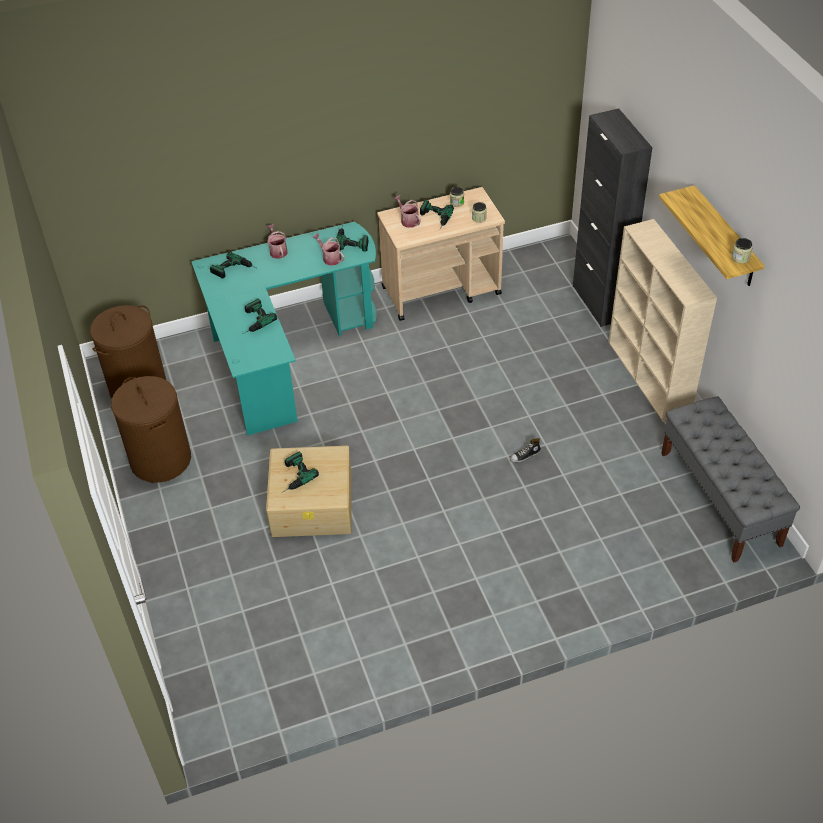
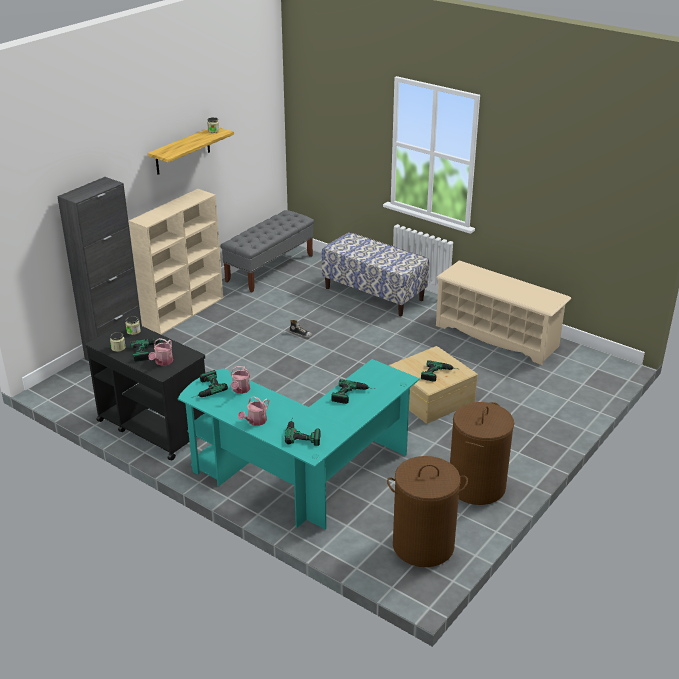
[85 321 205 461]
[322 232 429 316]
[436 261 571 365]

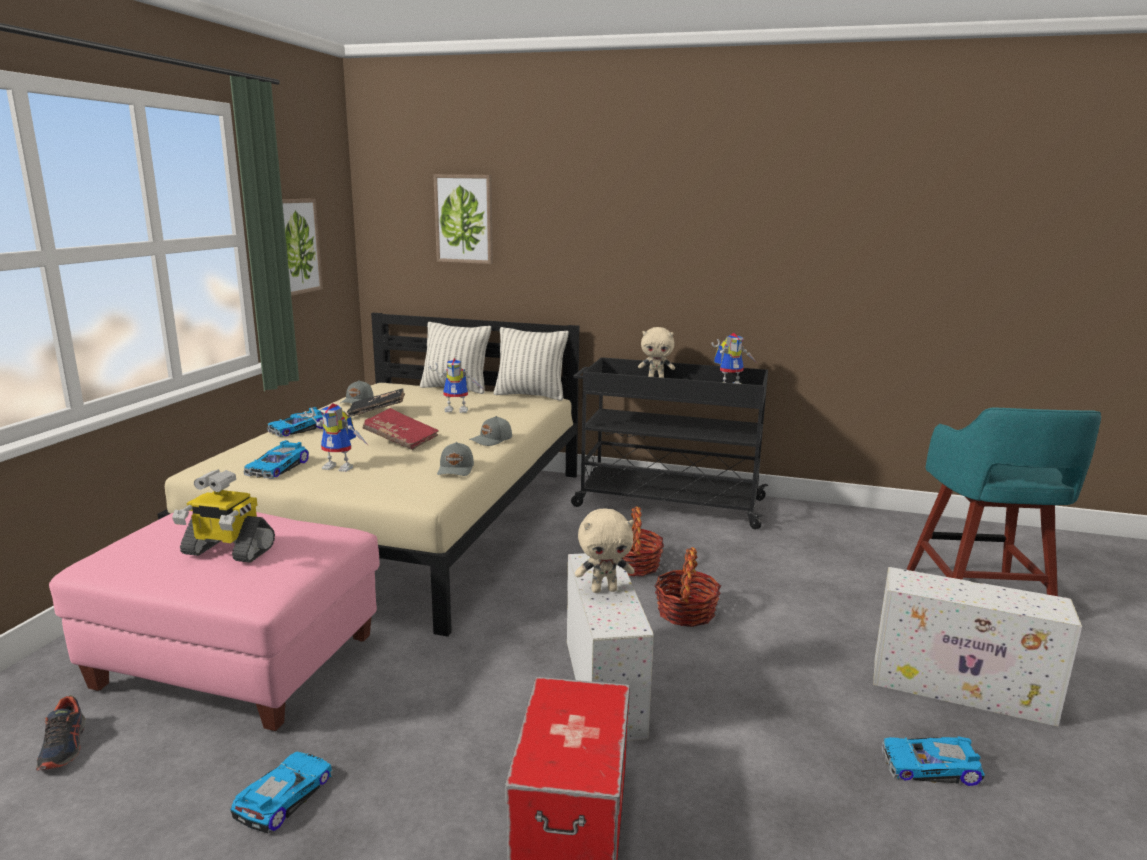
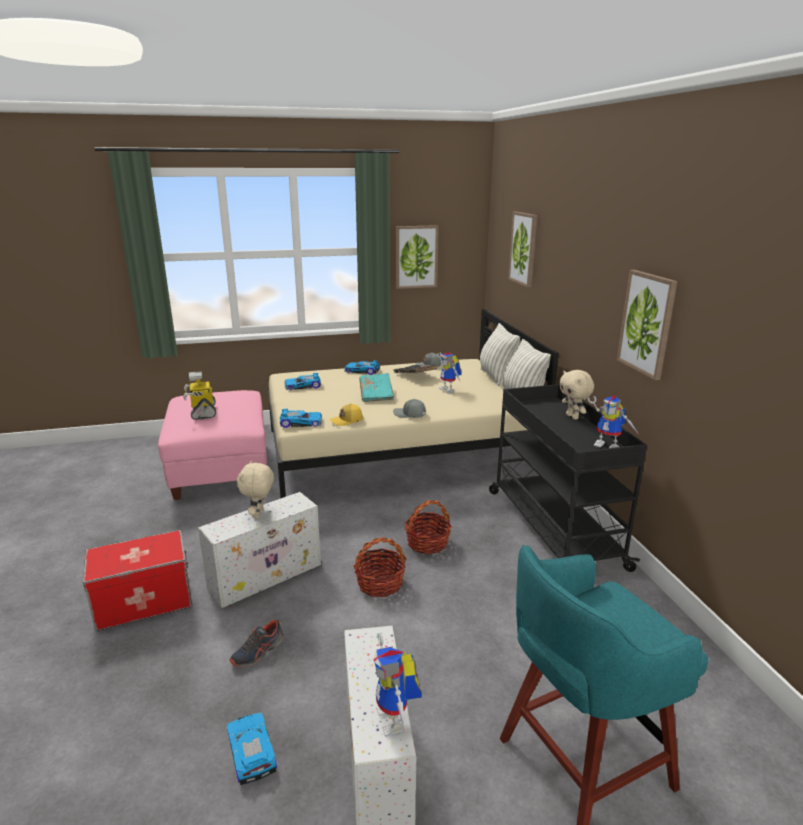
[229 620 284 667]
[280 409 322 428]
[373 632 422 737]
[359 373 394 402]
[329 403 363 426]
[237 460 274 519]
[617 270 678 380]

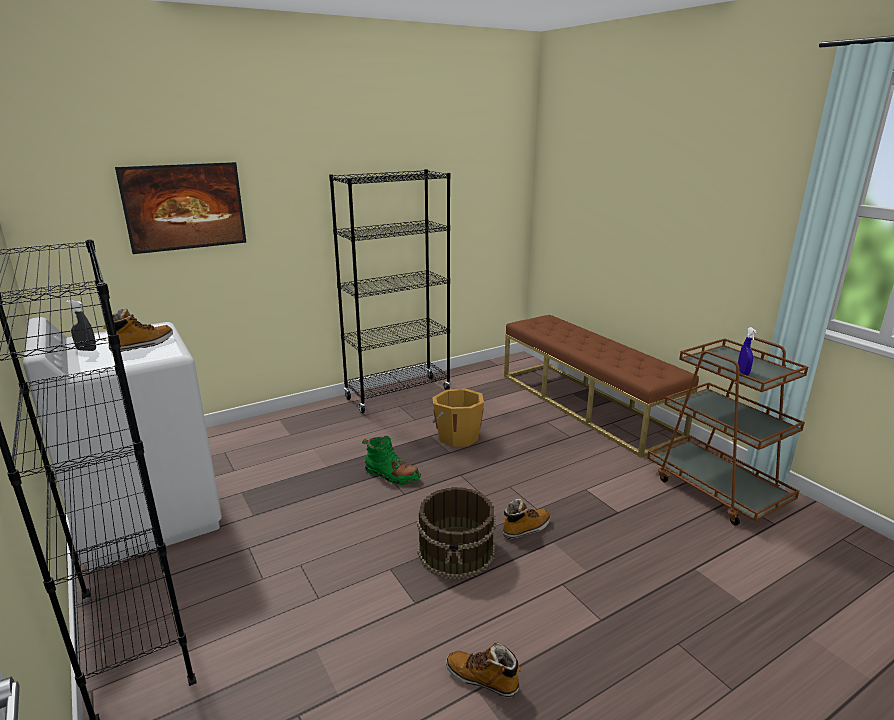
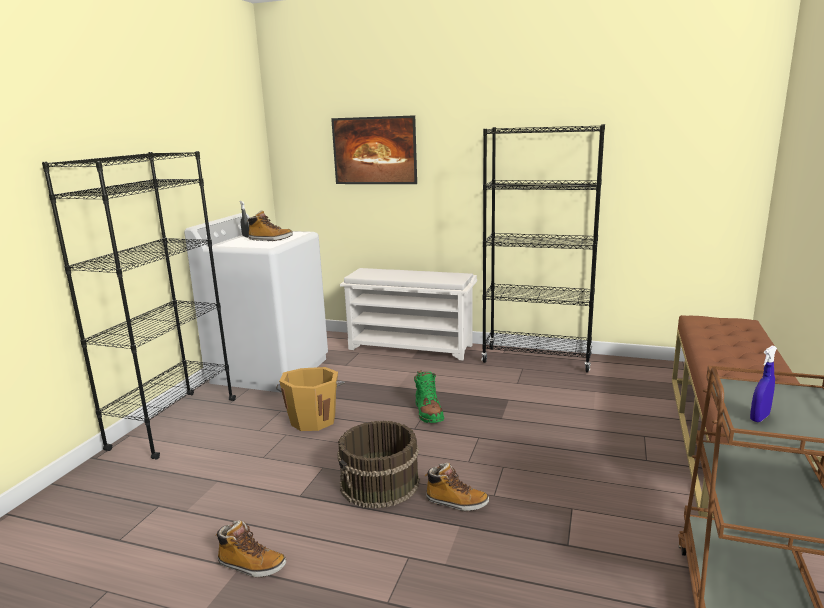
[276 367 345 431]
[215 520 286 578]
[340 268 477 361]

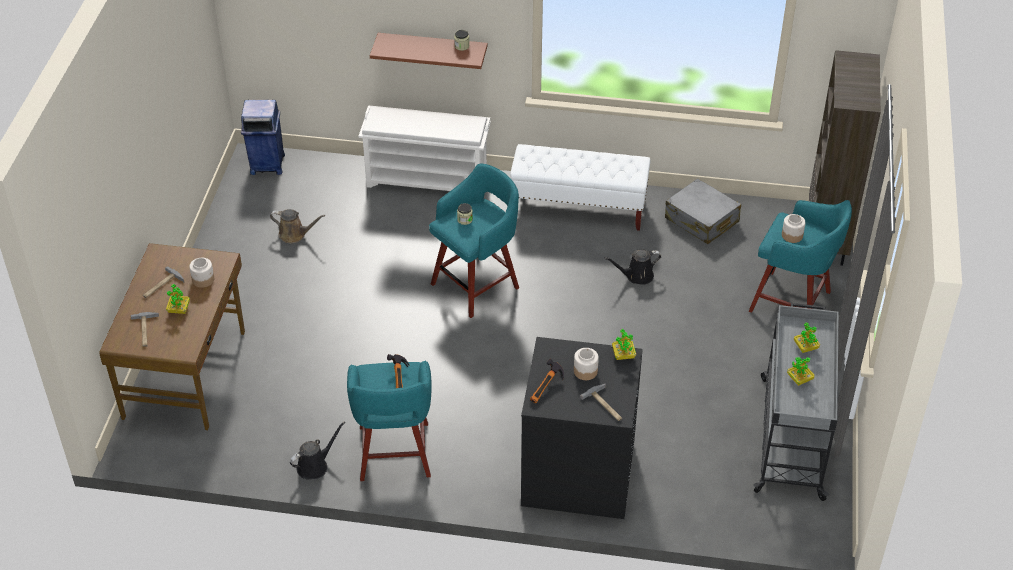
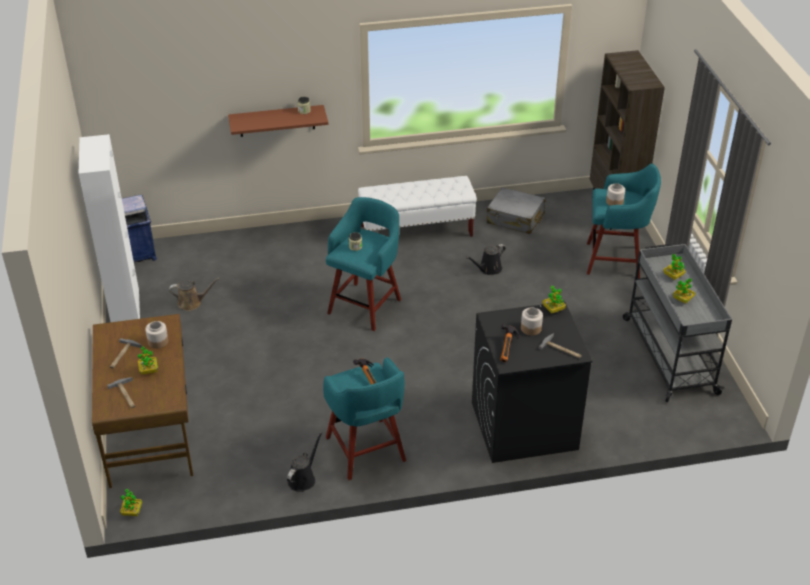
[358 106 491 191] (first image)
[78 134 140 322]
[120 489 142 516]

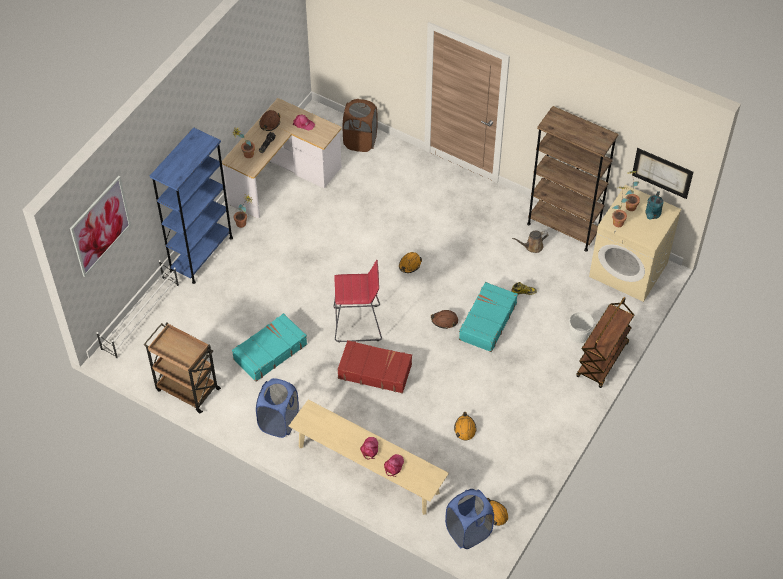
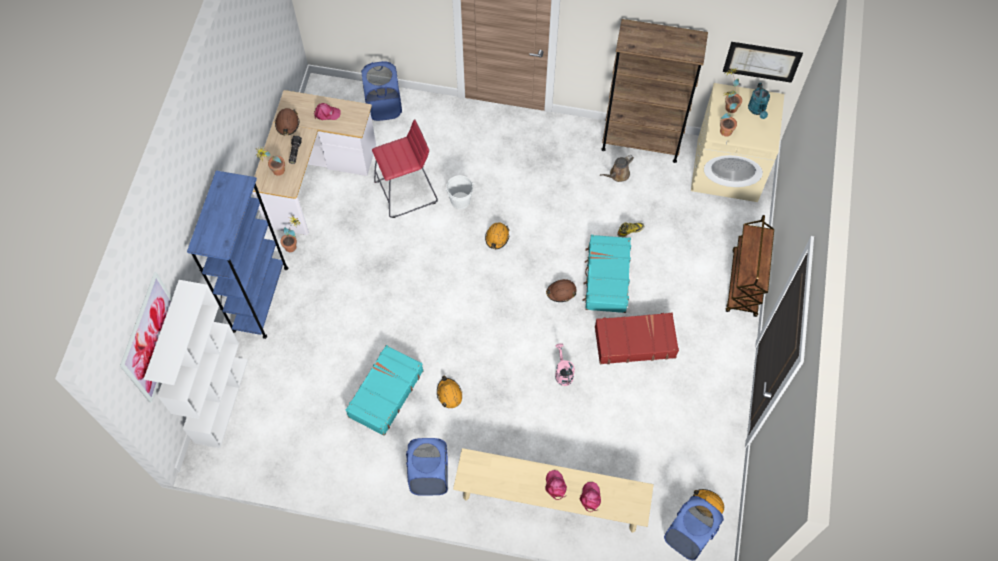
[144 280 248 448]
[143 323 221 413] (first image)
[372 119 438 218]
[595 313 679 364]
[361 61 402 121]
[437 376 462 408]
[445 175 475 209]
[555 343 575 386]

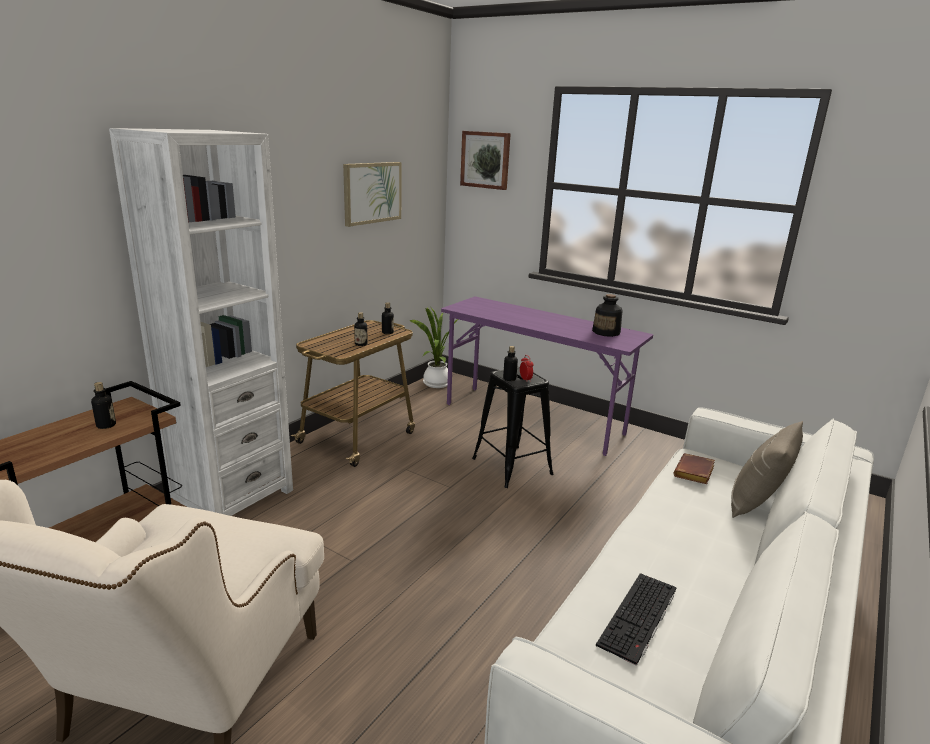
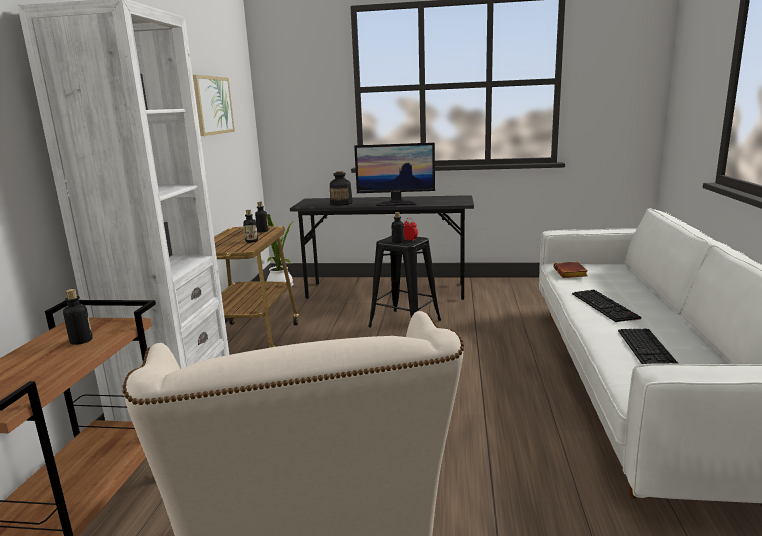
[290 195 474 300]
[460 131 511 190] (first image)
[330 171 353 206]
[731 421 803 518] (first image)
[354 143 435 206]
[572 290 641 322]

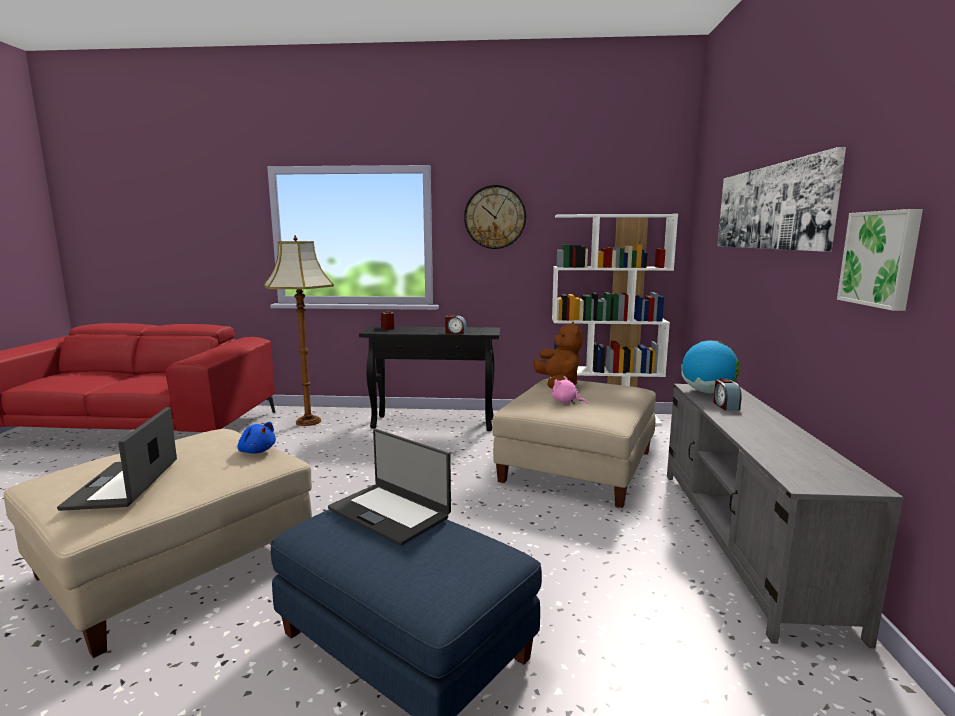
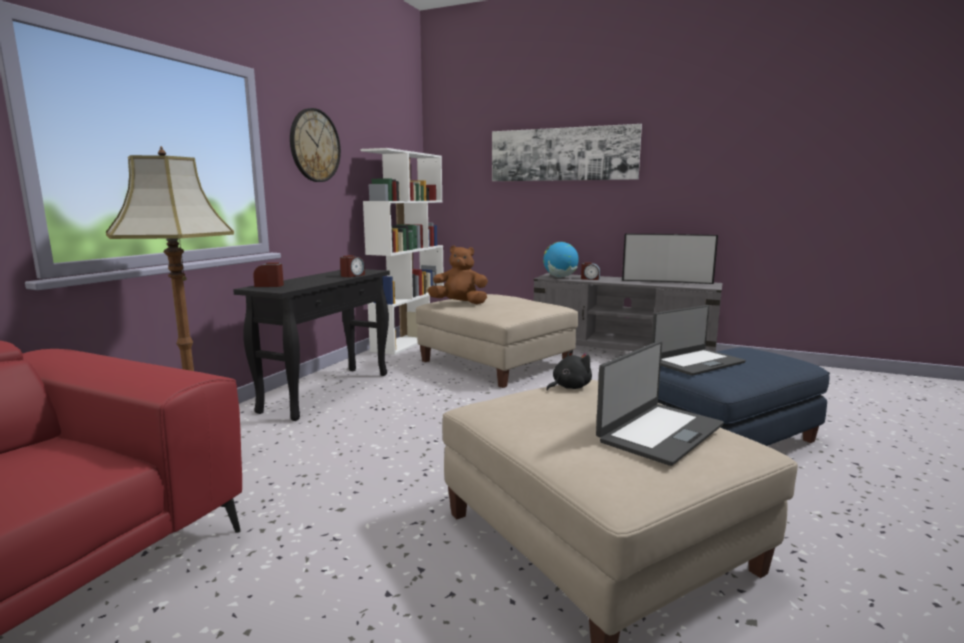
[596 341 724 466]
[546 350 592 391]
[552 376 587 404] (first image)
[837 209 923 311] (first image)
[622 234 718 284]

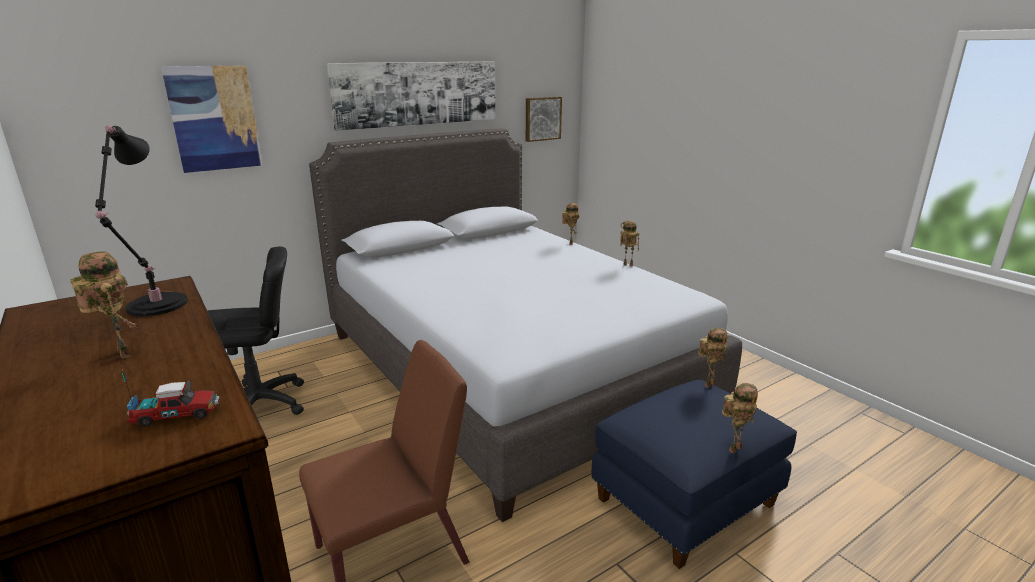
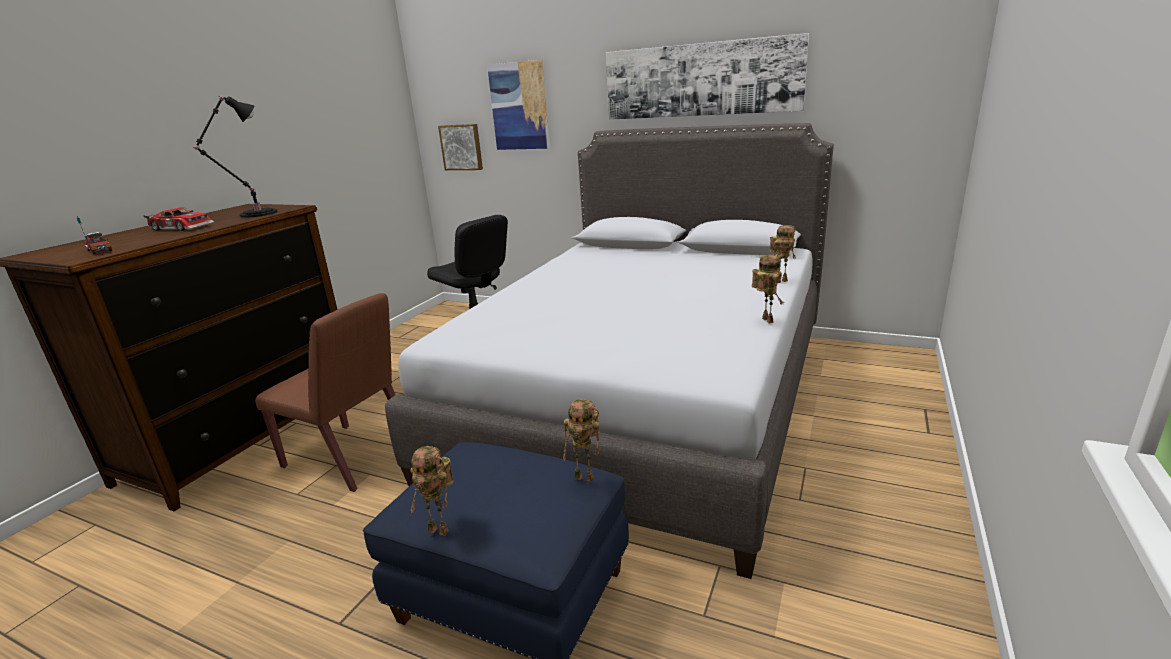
[144 207 214 231]
[438 124 483 170]

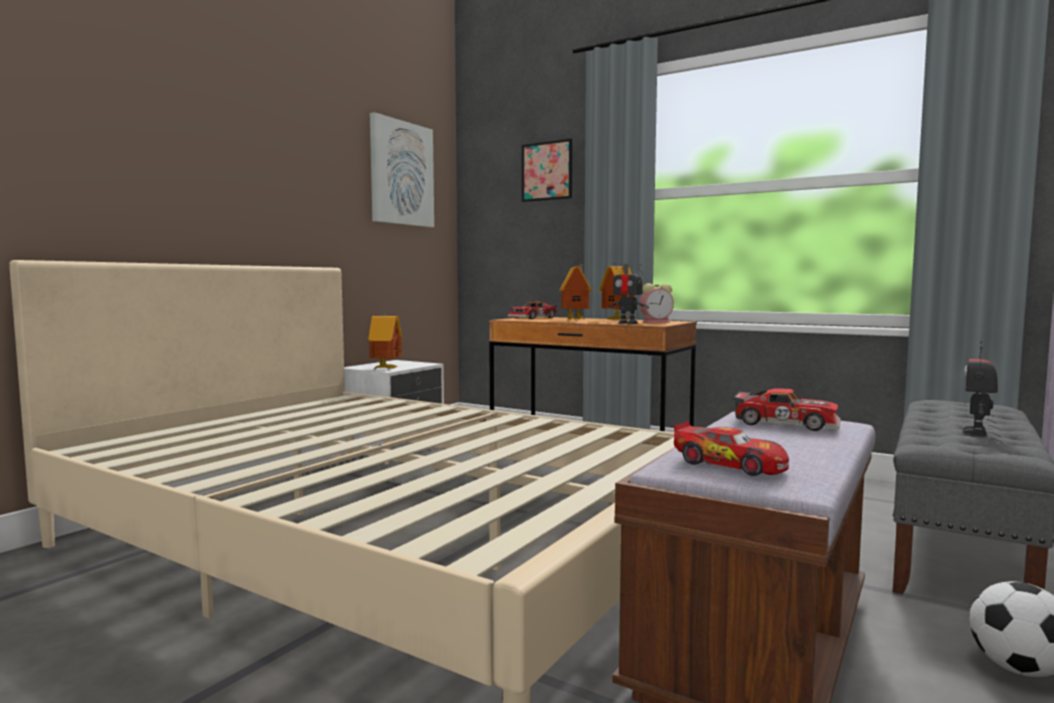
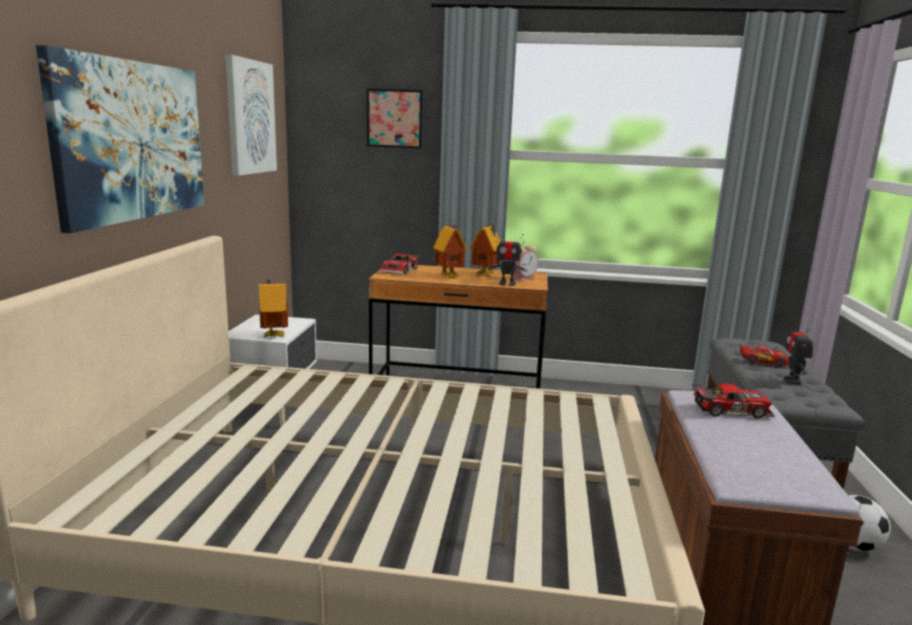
[740 344 789 367]
[36 45 204 233]

